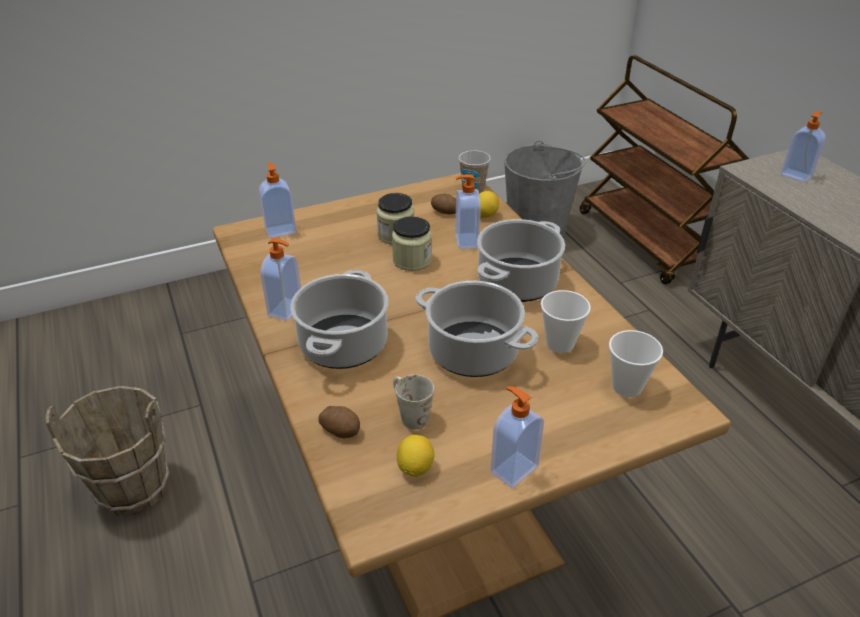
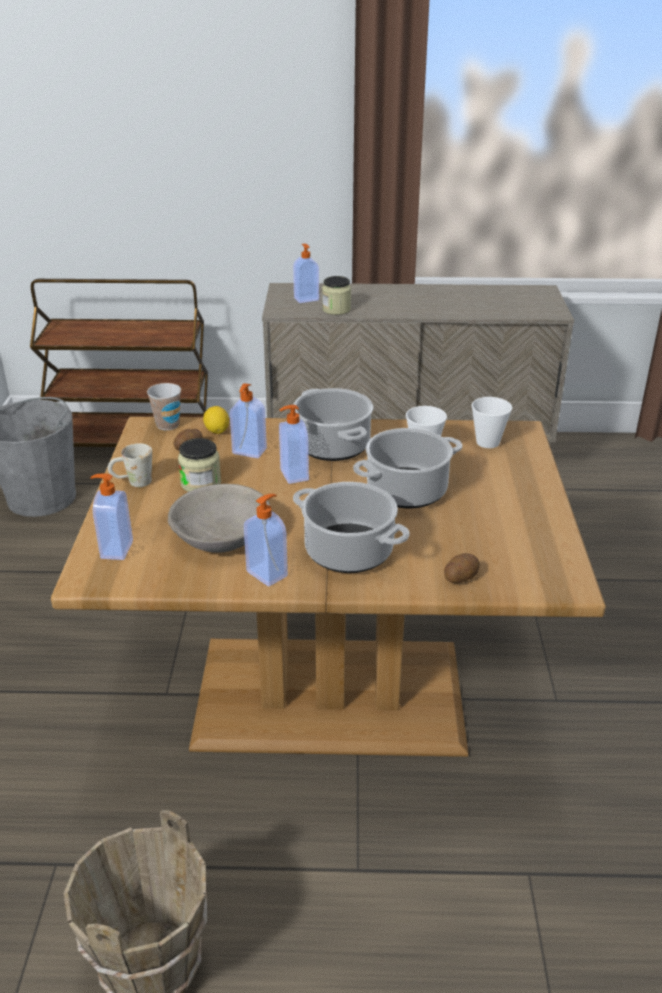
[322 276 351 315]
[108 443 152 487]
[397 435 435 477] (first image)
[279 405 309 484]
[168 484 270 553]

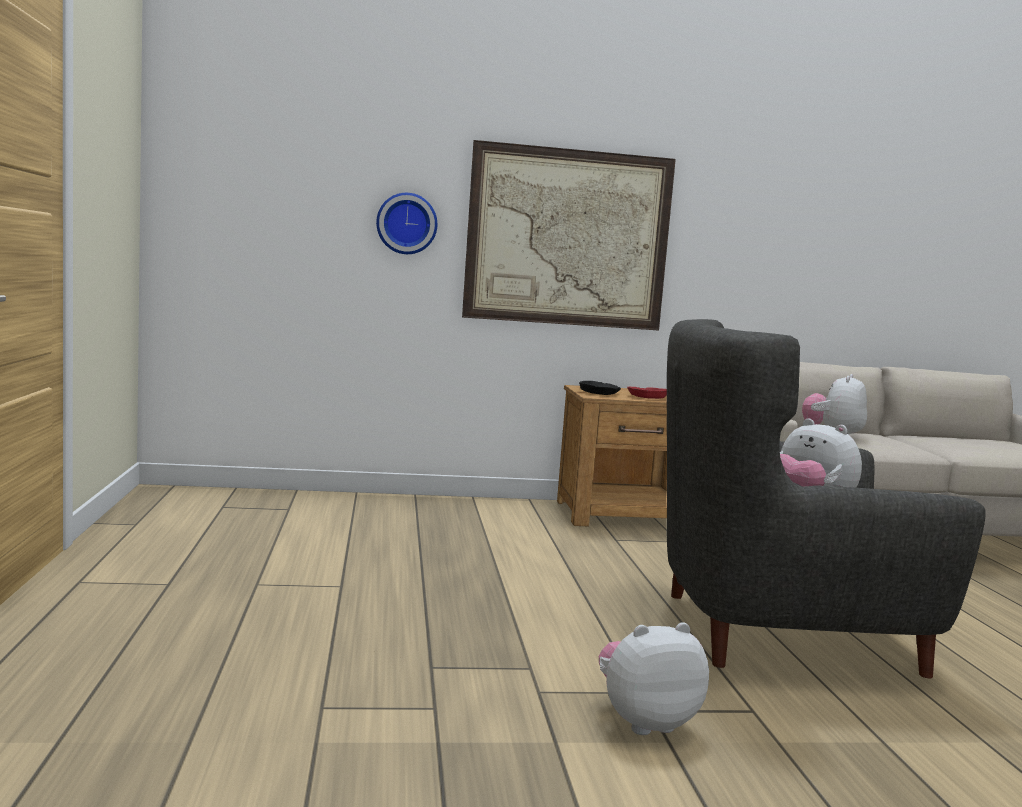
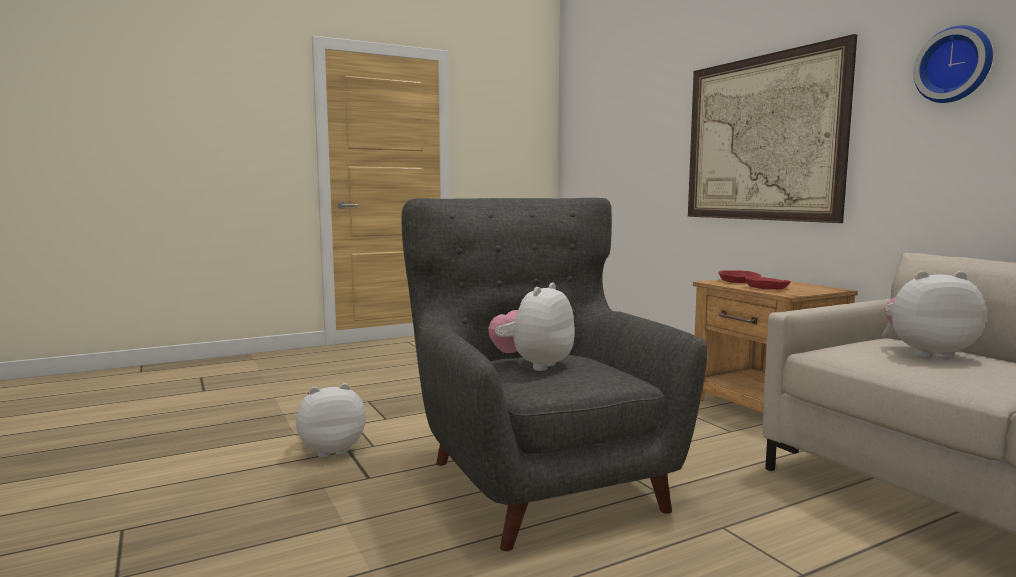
[913 25 993 103]
[718 270 761 283]
[296 383 366 458]

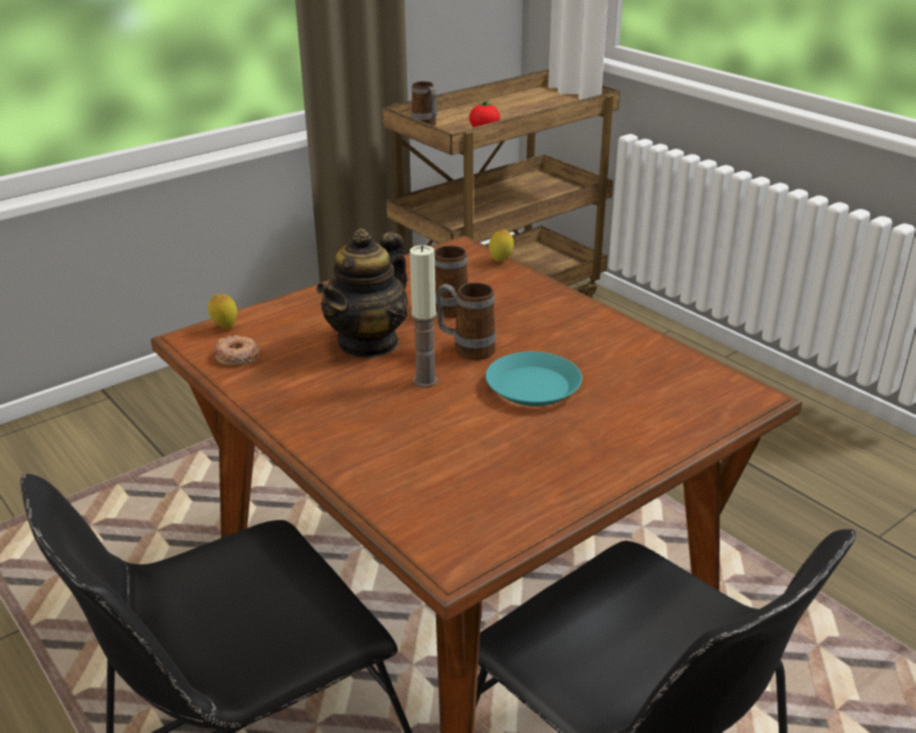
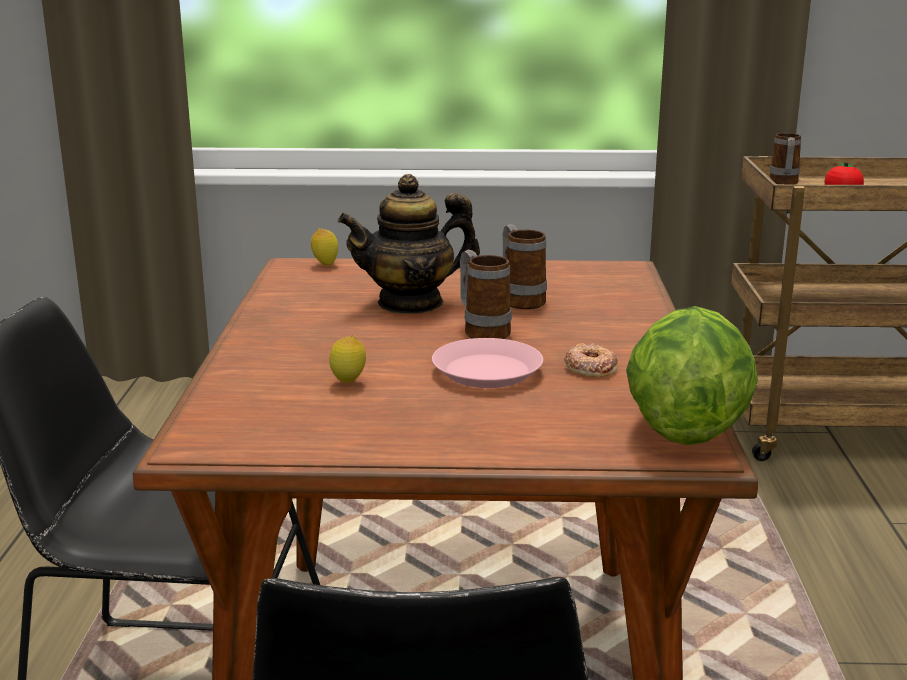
[564 343 618 377]
[410 245 438 388] (first image)
[432 338 543 388]
[329 336 366 383]
[626 306 758 445]

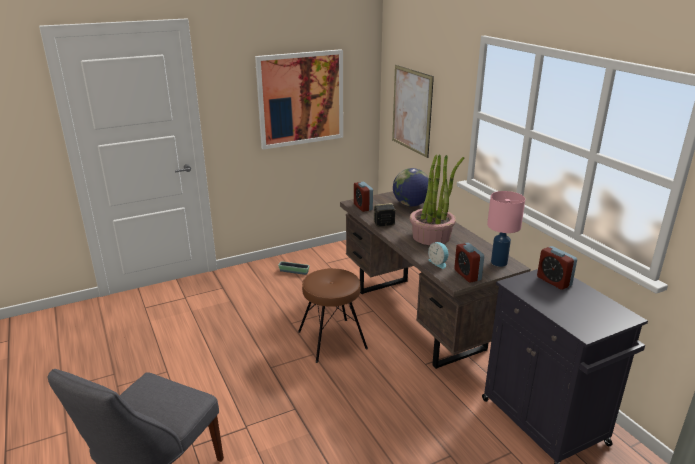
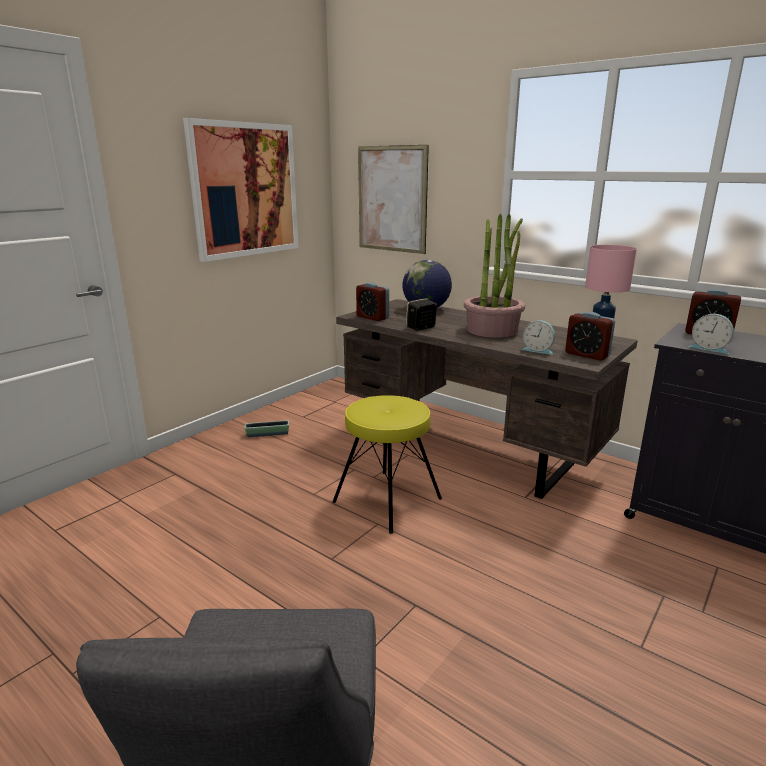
[333 395 442 534]
[689 314 734 354]

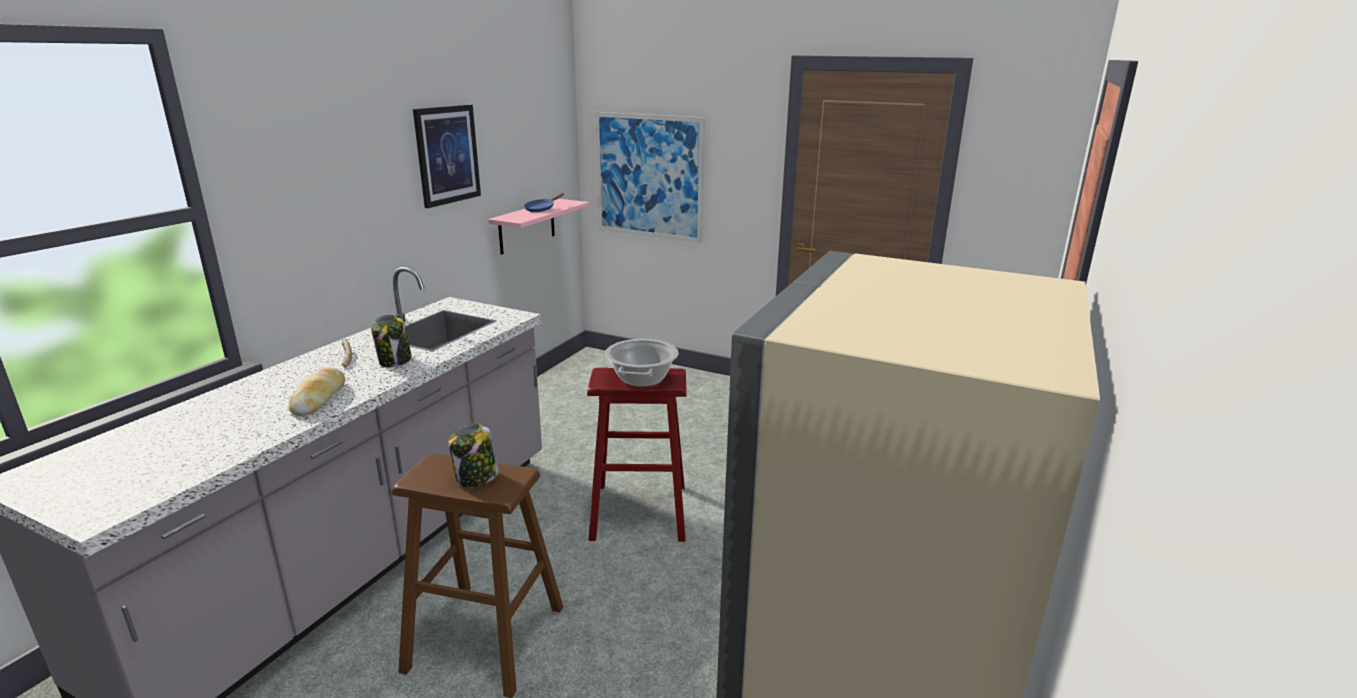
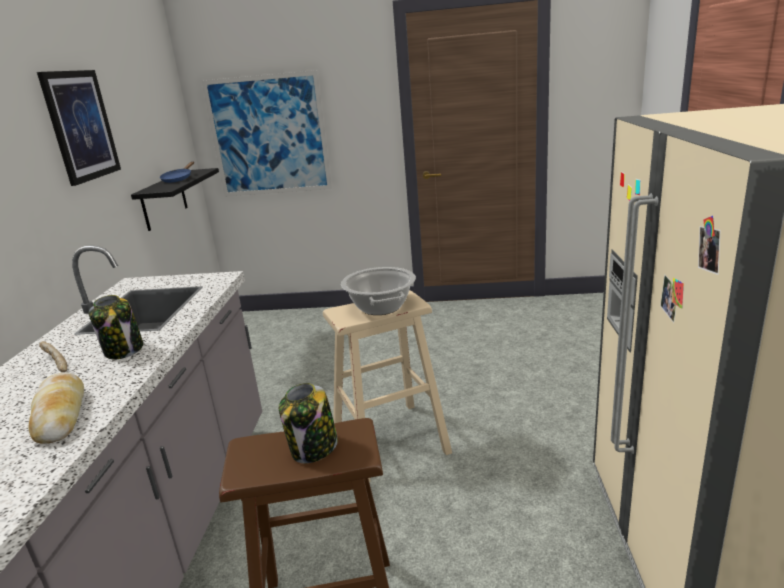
[131 168 219 231]
[323 290 452 482]

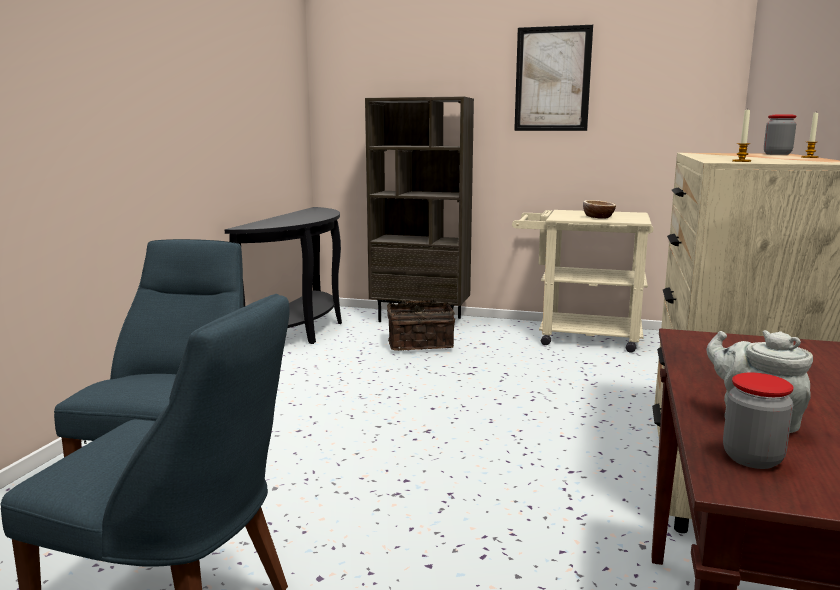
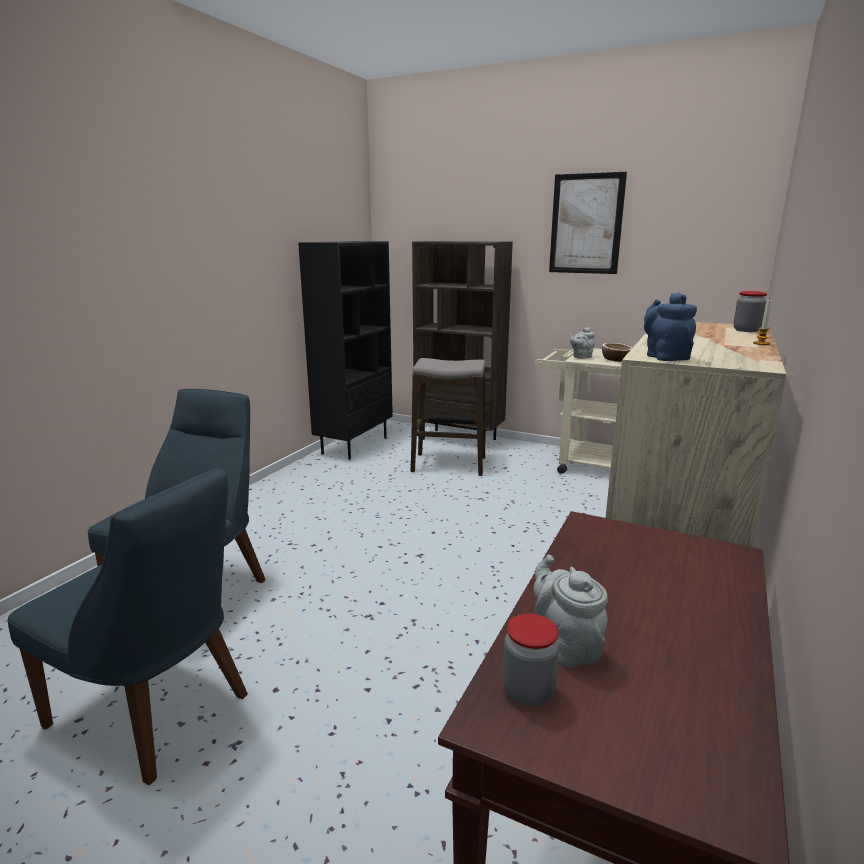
[298 241 393 460]
[411 358 486 476]
[644 292 697 361]
[570 327 595 359]

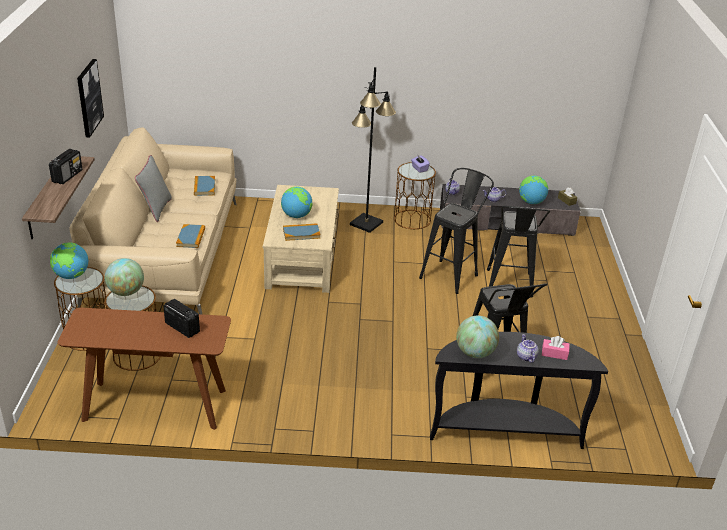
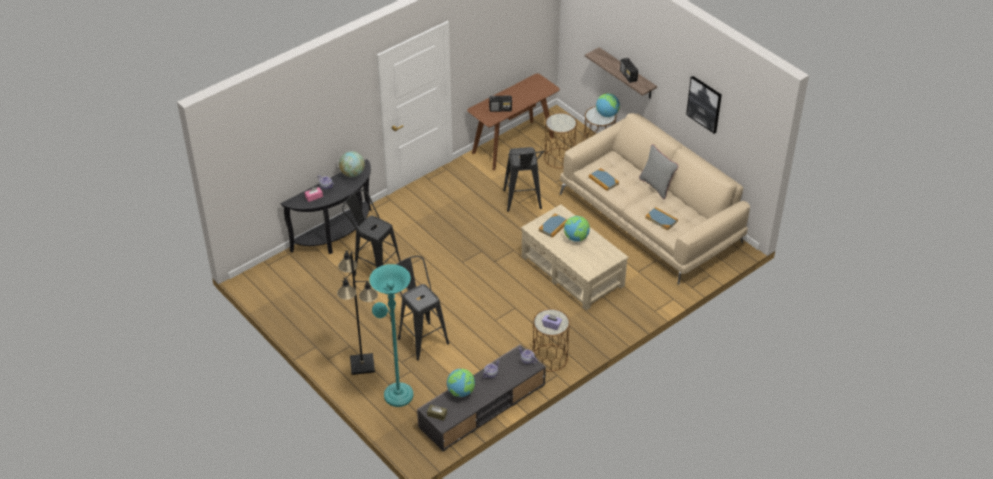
[105 258 144 296] (first image)
[337 250 378 375]
[503 147 544 212]
[369 264 413 407]

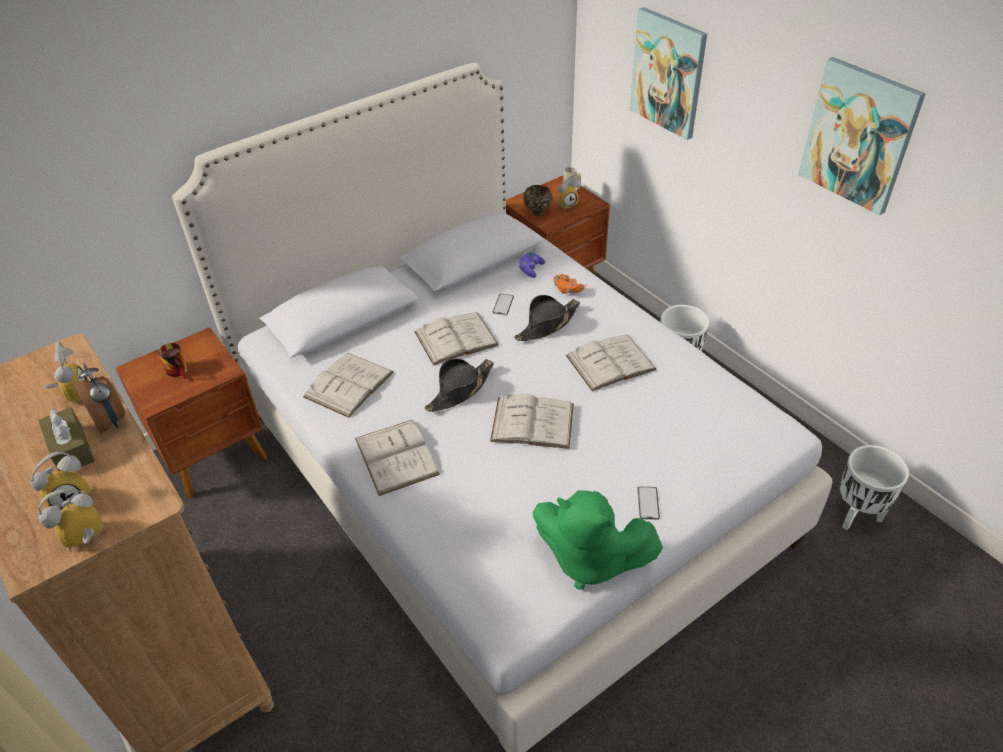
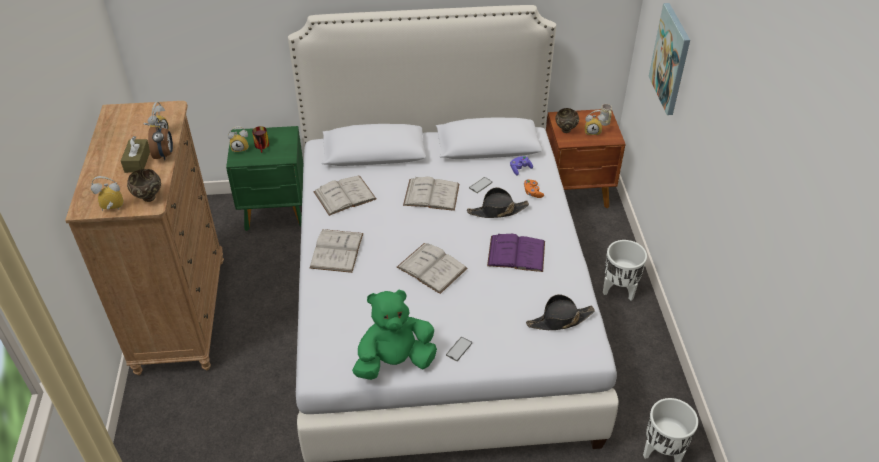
[228 126 249 153]
[226 126 304 231]
[526 294 595 330]
[352 290 437 380]
[487 234 545 272]
[798 57 926 216] (first image)
[127 169 161 202]

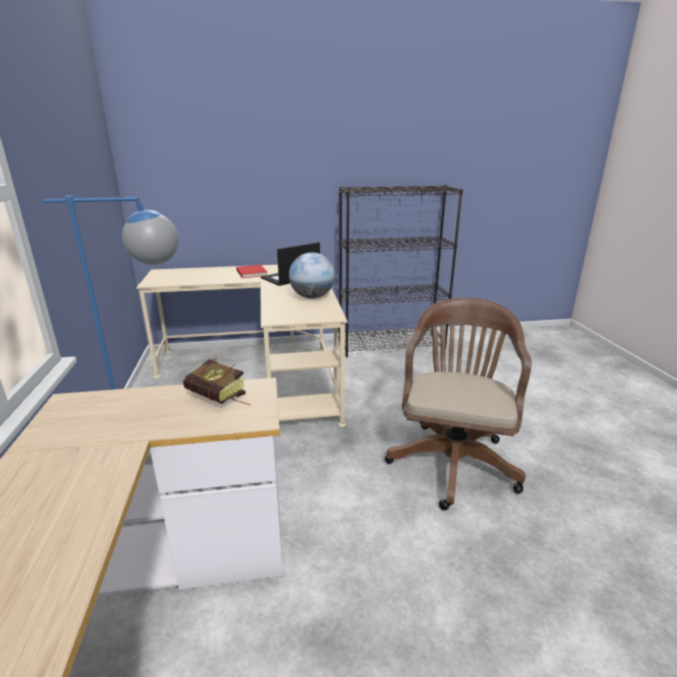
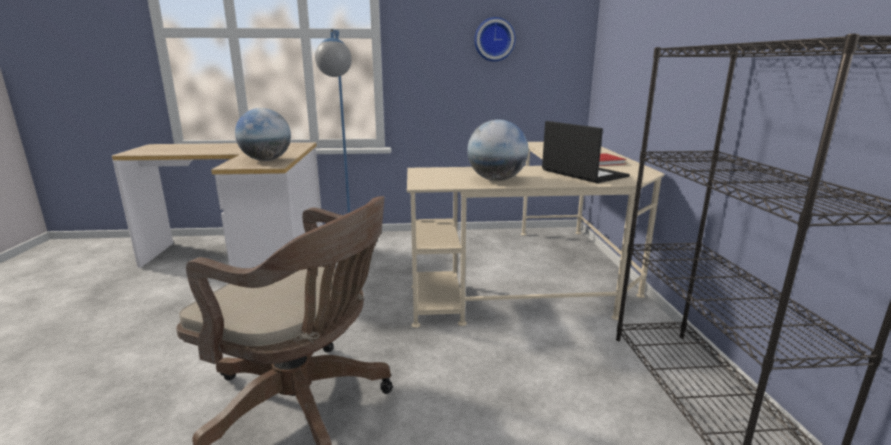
[235 108 291 161]
[474 17 515 62]

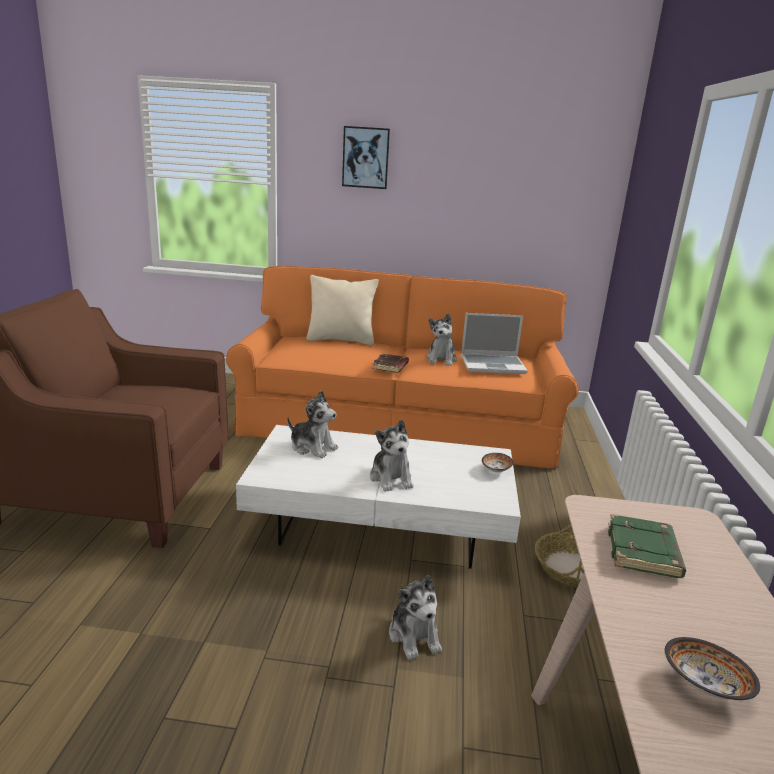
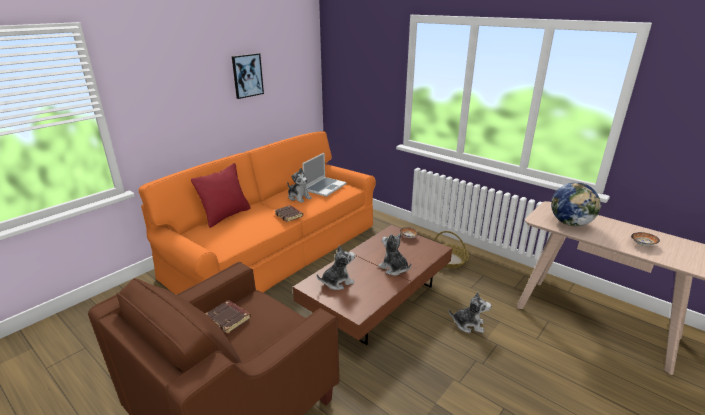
[293 225 452 345]
[191 163 251 228]
[232 53 264 99]
[378 233 411 276]
[551 182 601 226]
[206 300 251 334]

